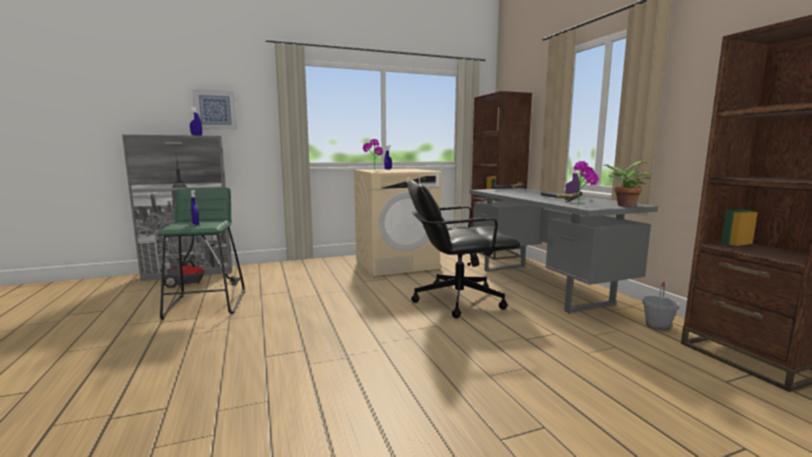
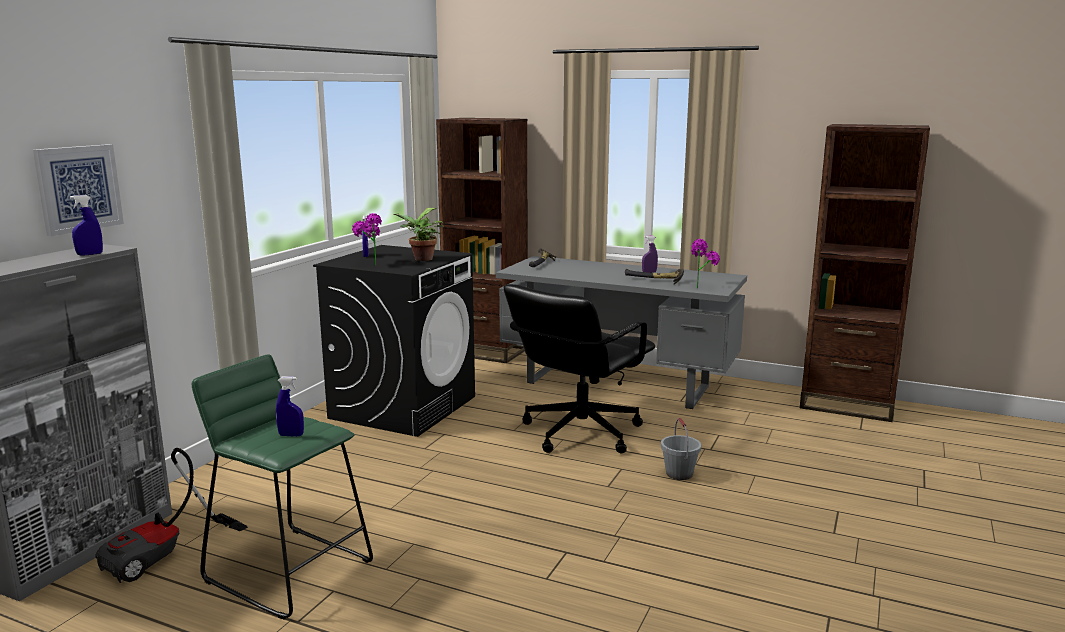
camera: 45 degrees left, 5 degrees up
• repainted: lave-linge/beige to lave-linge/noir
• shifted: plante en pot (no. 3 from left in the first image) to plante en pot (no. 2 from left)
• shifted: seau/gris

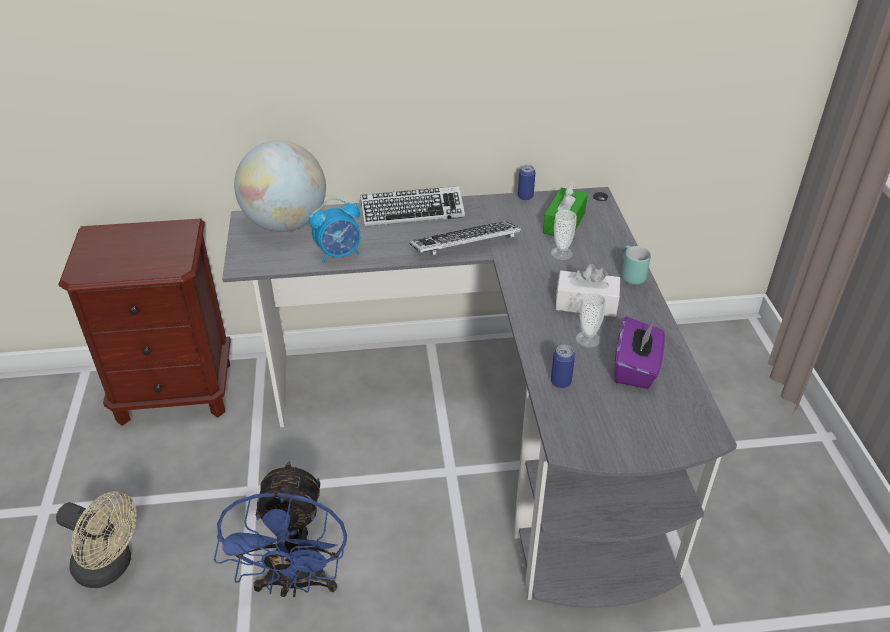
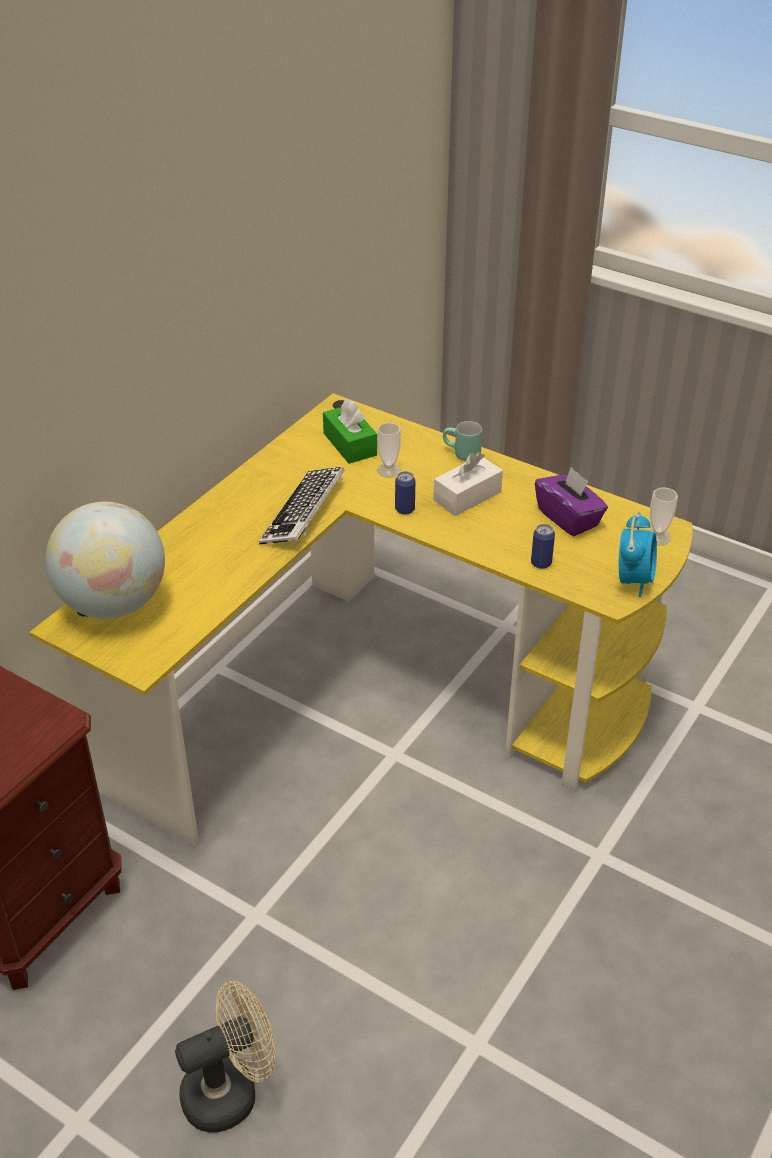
camera: 50 degrees left, 0 degrees up
• gone: ventilateur/bleu
• repainted: bureau/gris to bureau/jaune
• shifted: réveil
• gone: clavier (no. 1 from left)
• shifted: boîte métallique (no. 1 from left)
• shifted: tasse (no. 2 from left)

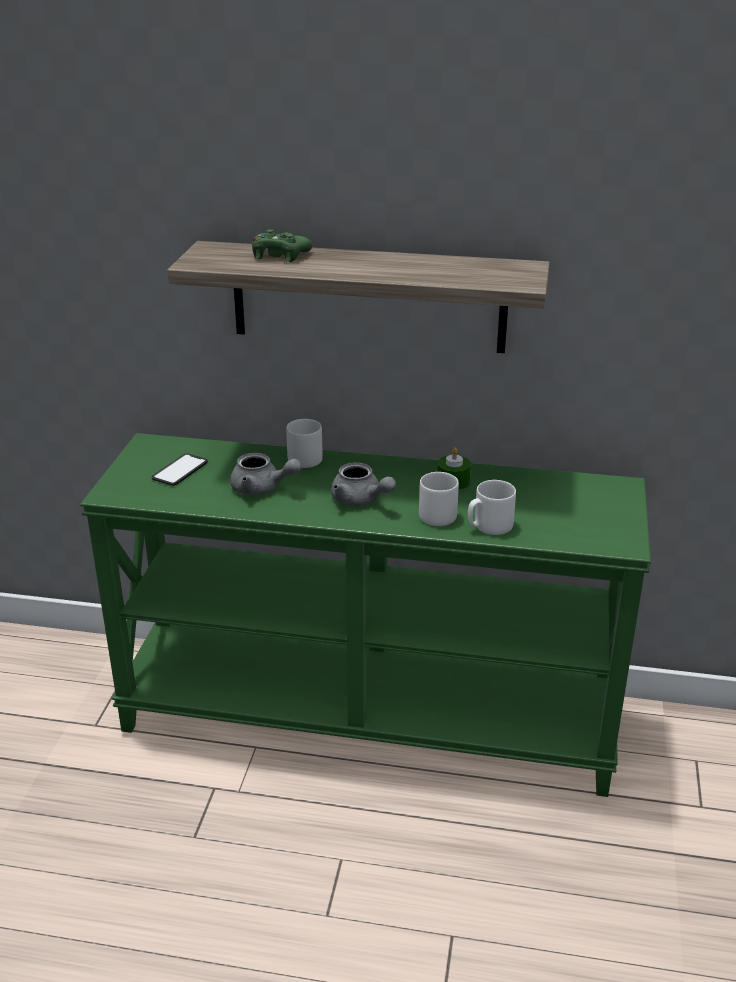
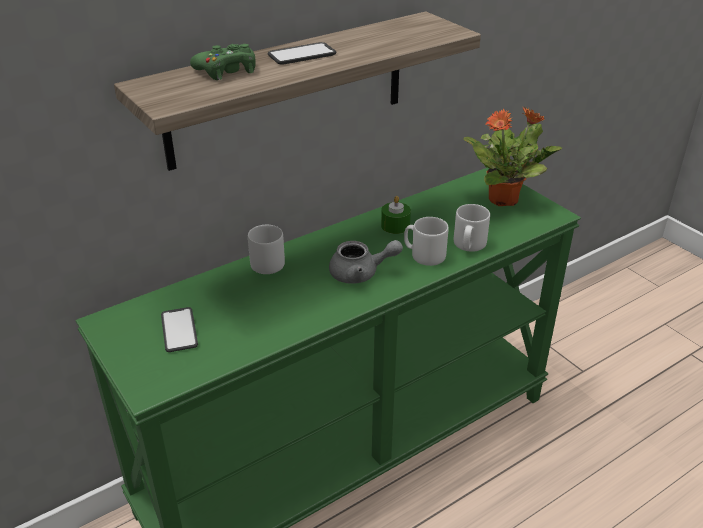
camera: 45 degrees left, 5 degrees up
• gone: théière/gris (no. 1 from left)
• new: téléphone (no. 2 from left)
• new: plante en pot

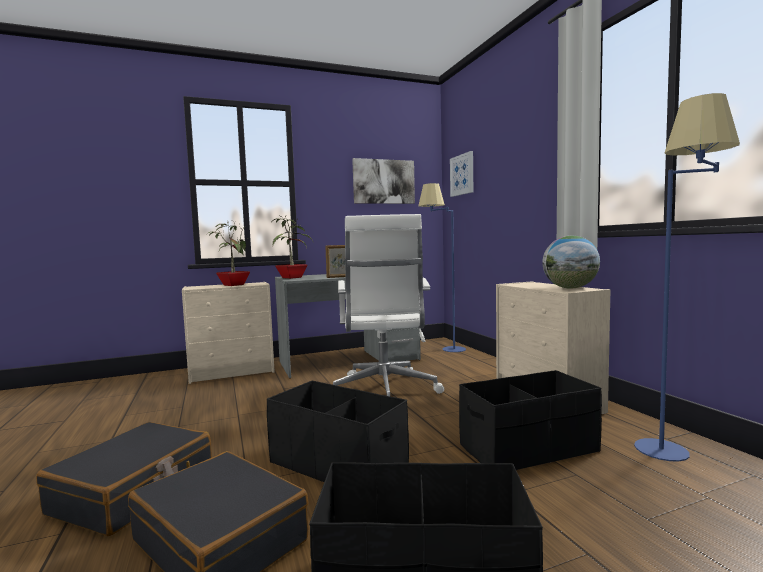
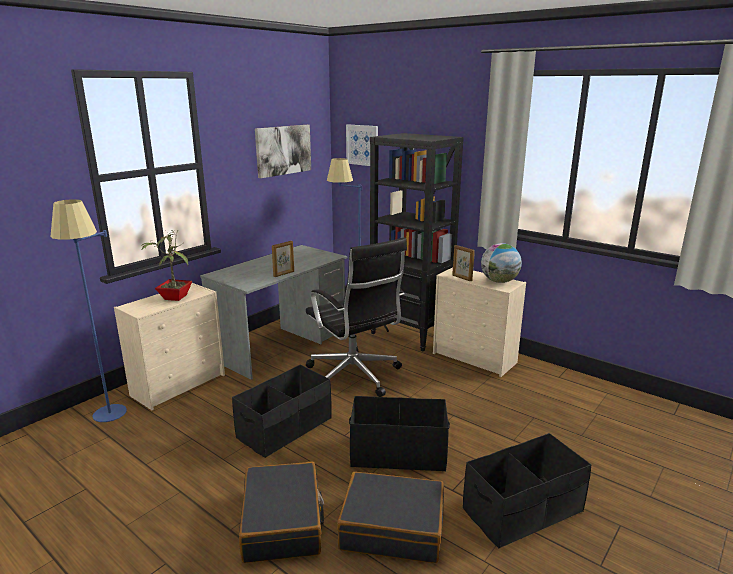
camera: 30 degrees left, 15 degrees up
• gone: plante en pot (no. 2 from left)
• repainted: chaise de bureau/blanc to chaise de bureau/noir
• shifted: boîte de rangement/noir (no. 3 from left in the first image) to boîte de rangement/noir (no. 1 from left)
• shifted: lampadaire/bleu (no. 2 from left in the first image) to lampadaire/bleu (no. 1 from left)
• new: bibliothèque/noir
• new: cadre photo (no. 2 from left)

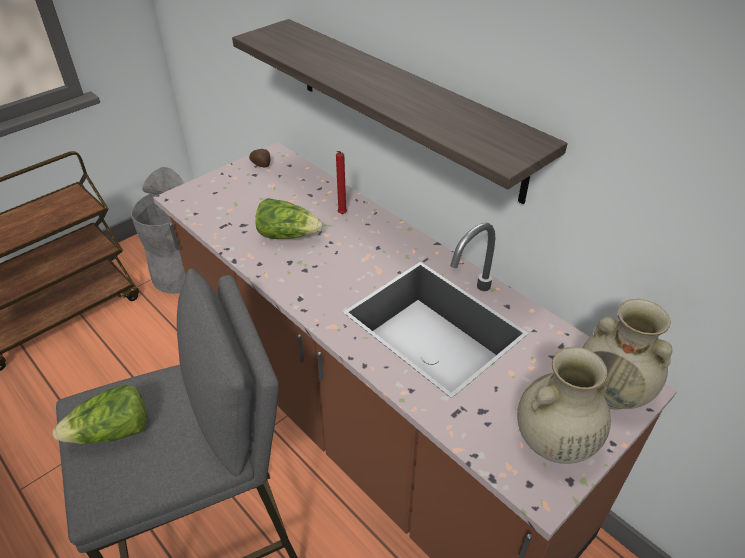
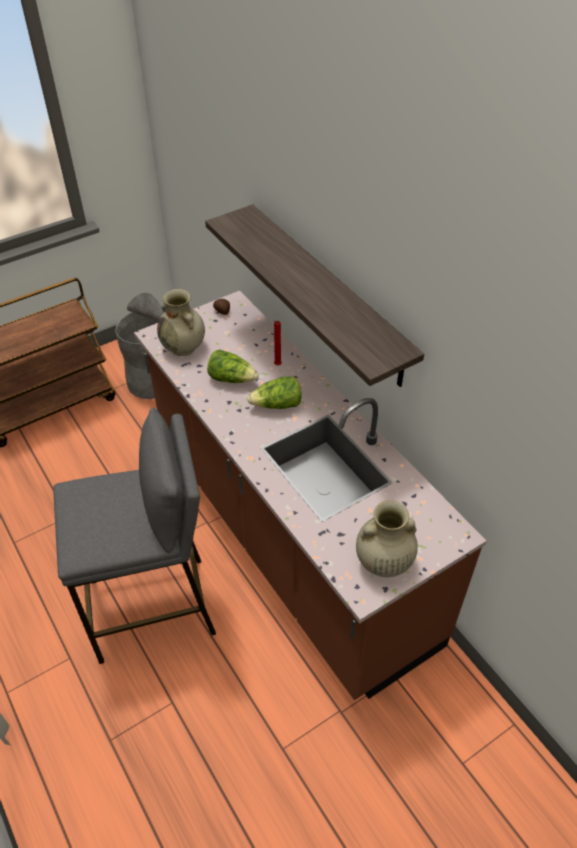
camera: 10 degrees right, 5 degrees up
• shifted: laitue (no. 1 from left in the first image) to laitue (no. 2 from left)
• shifted: vase/beige (no. 2 from left in the first image) to vase/beige (no. 1 from left)

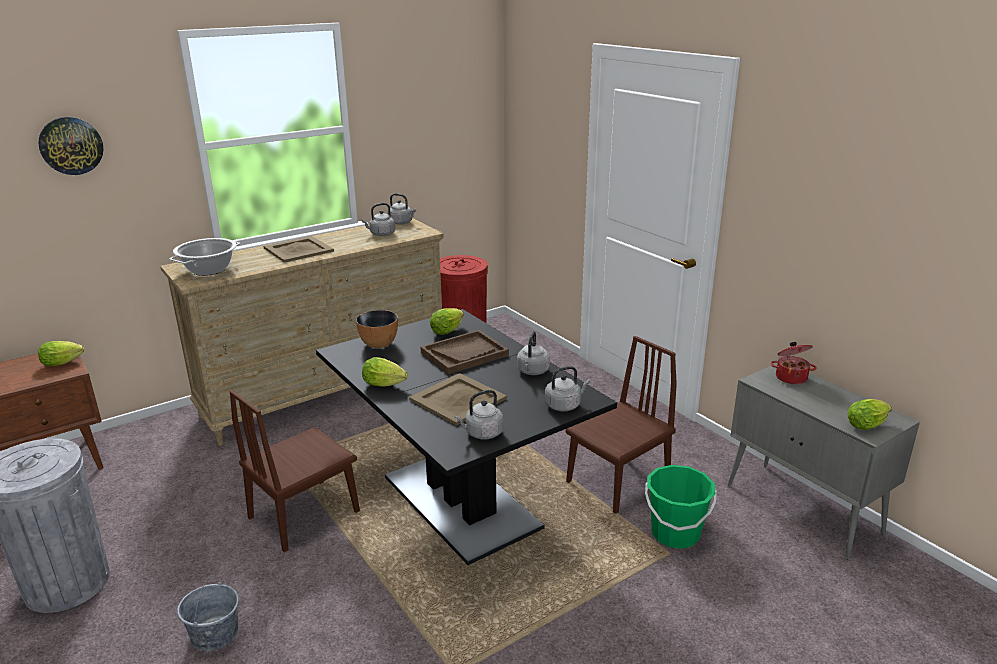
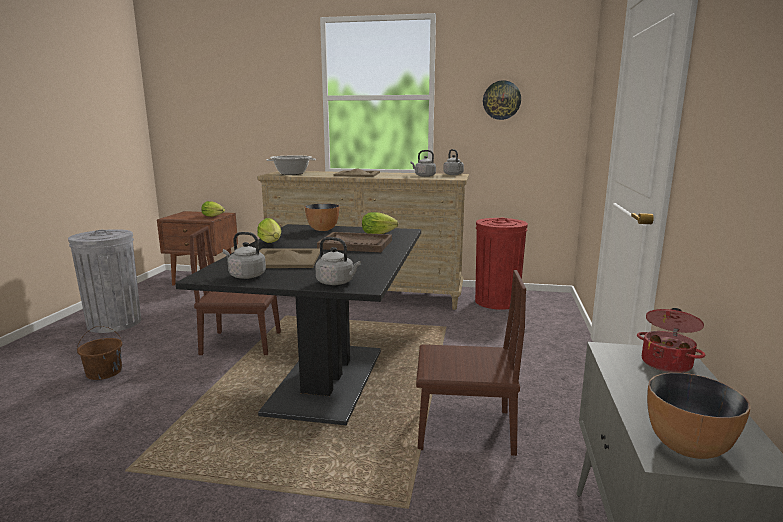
camera: 45 degrees right, 10 degrees down
• shifted: horloge murale
• repainted: seau/gris to seau/marron
• gone: bouilloire/gris (no. 4 from left)
• gone: seau/vert
• swapped: laitue (no. 4 from left) to bol (no. 2 from left)

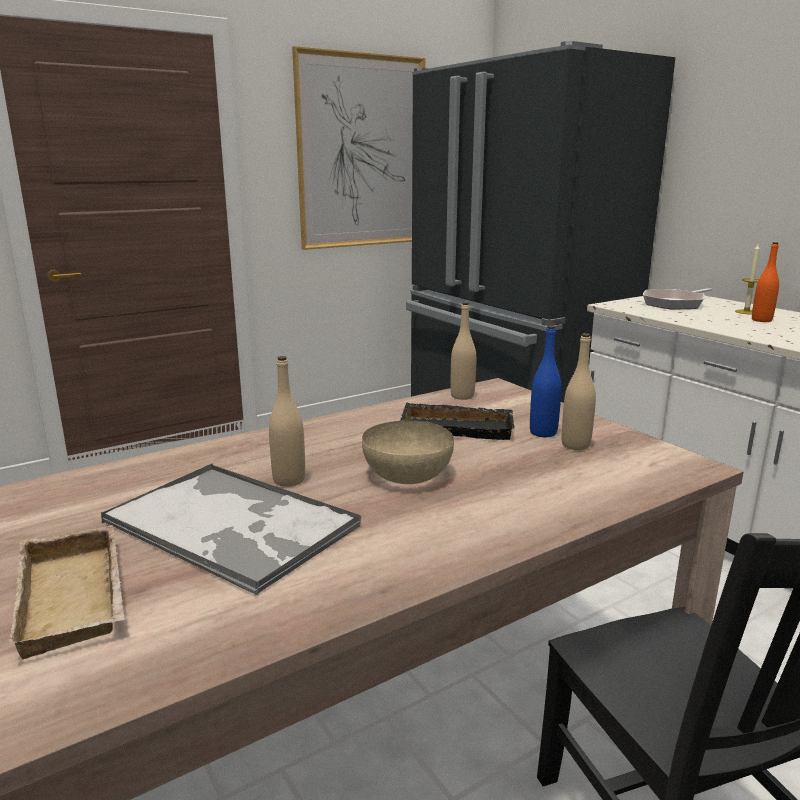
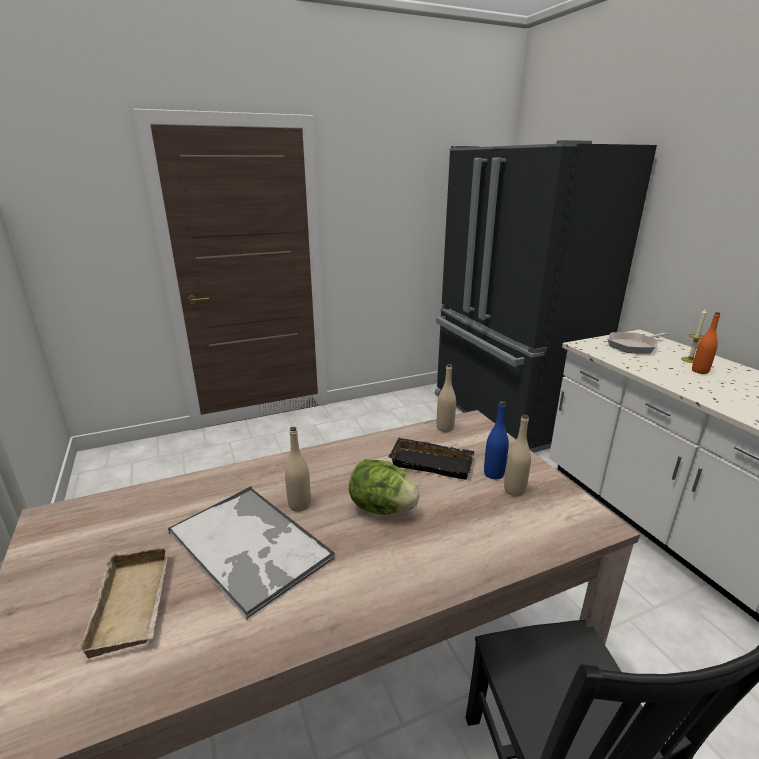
camera: 10 degrees right, 5 degrees up
• gone: tableau
• swapped: bol/beige to laitue

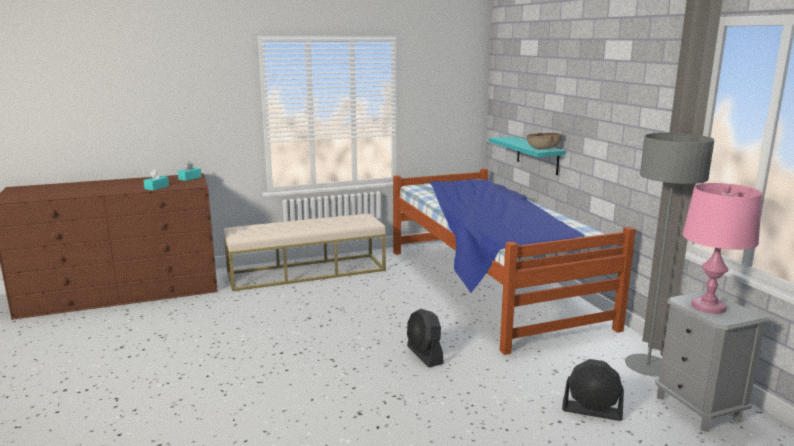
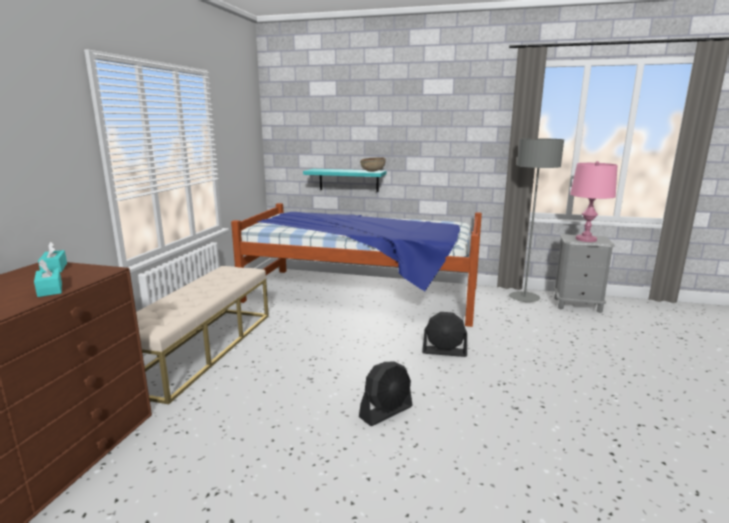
camera: 55 degrees left, 0 degrees up
• shifted: ventilateur/noir (no. 2 from left in the first image) to ventilateur/noir (no. 1 from left)

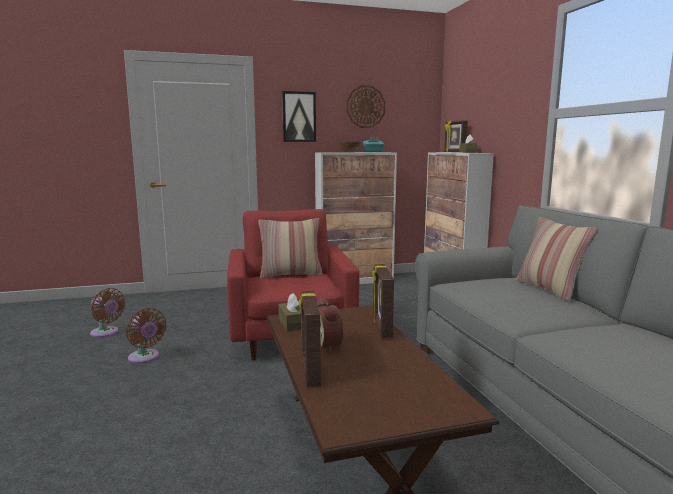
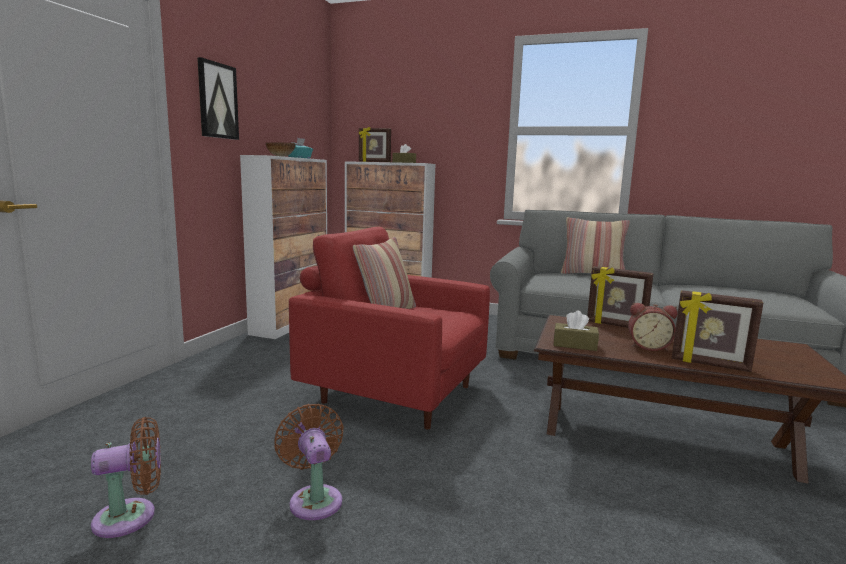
camera: 55 degrees left, 0 degrees up
• rotated: ventilateur/marron (no. 2 from left) 105 degrees counterclockwise
• gone: horloge murale

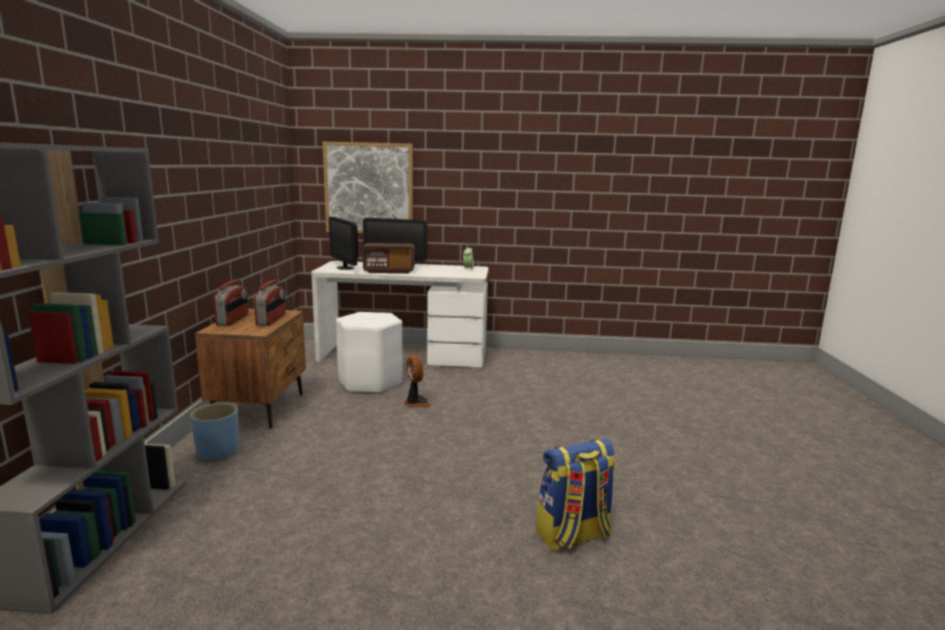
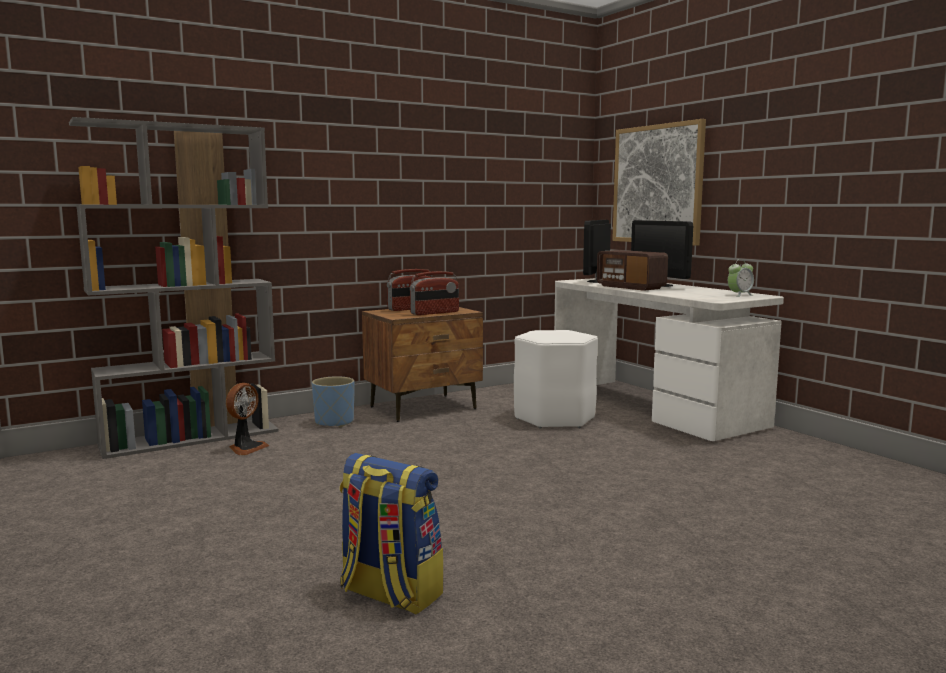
camera: 55 degrees right, 5 degrees down
• shifted: ventilateur

